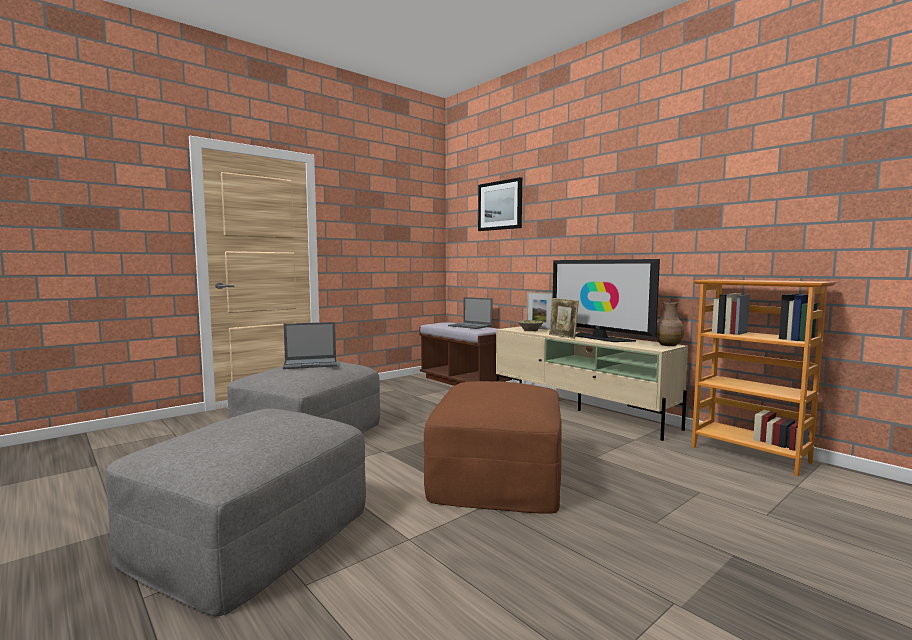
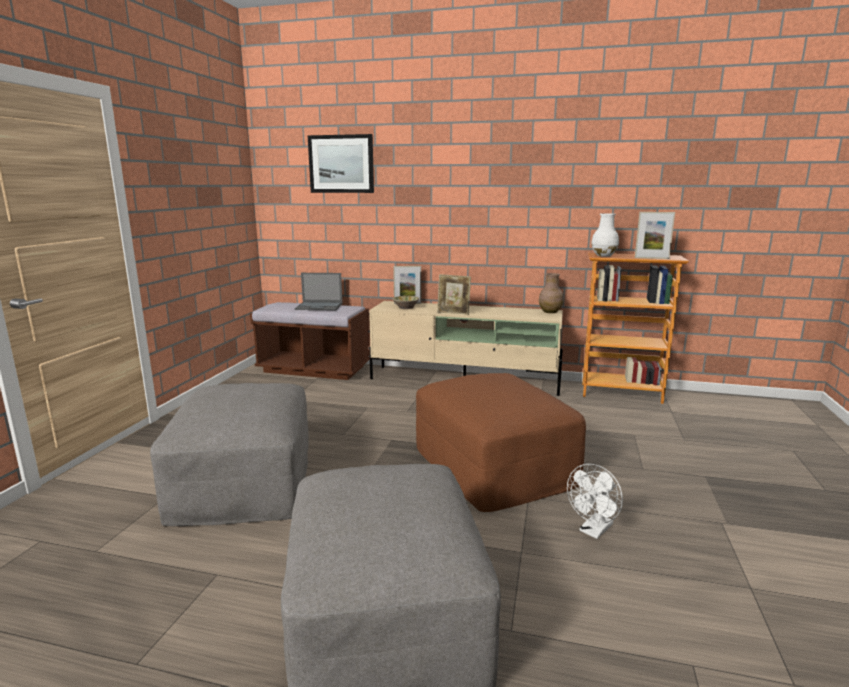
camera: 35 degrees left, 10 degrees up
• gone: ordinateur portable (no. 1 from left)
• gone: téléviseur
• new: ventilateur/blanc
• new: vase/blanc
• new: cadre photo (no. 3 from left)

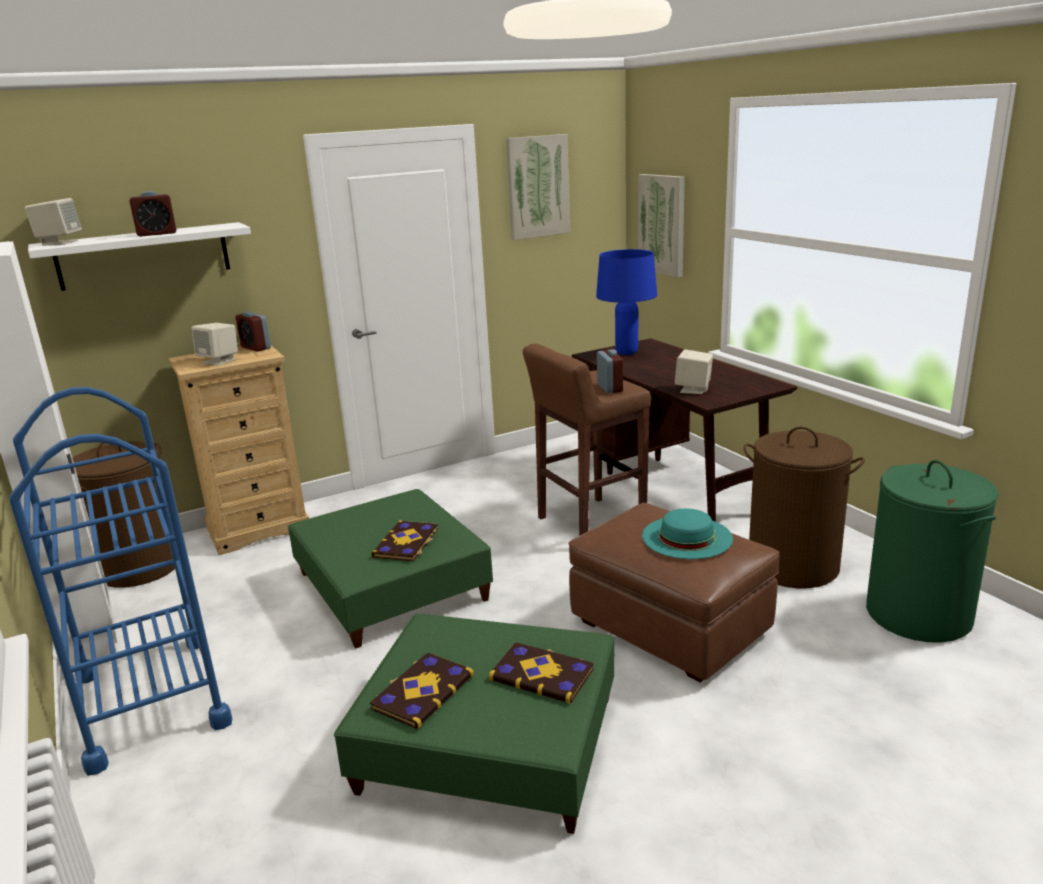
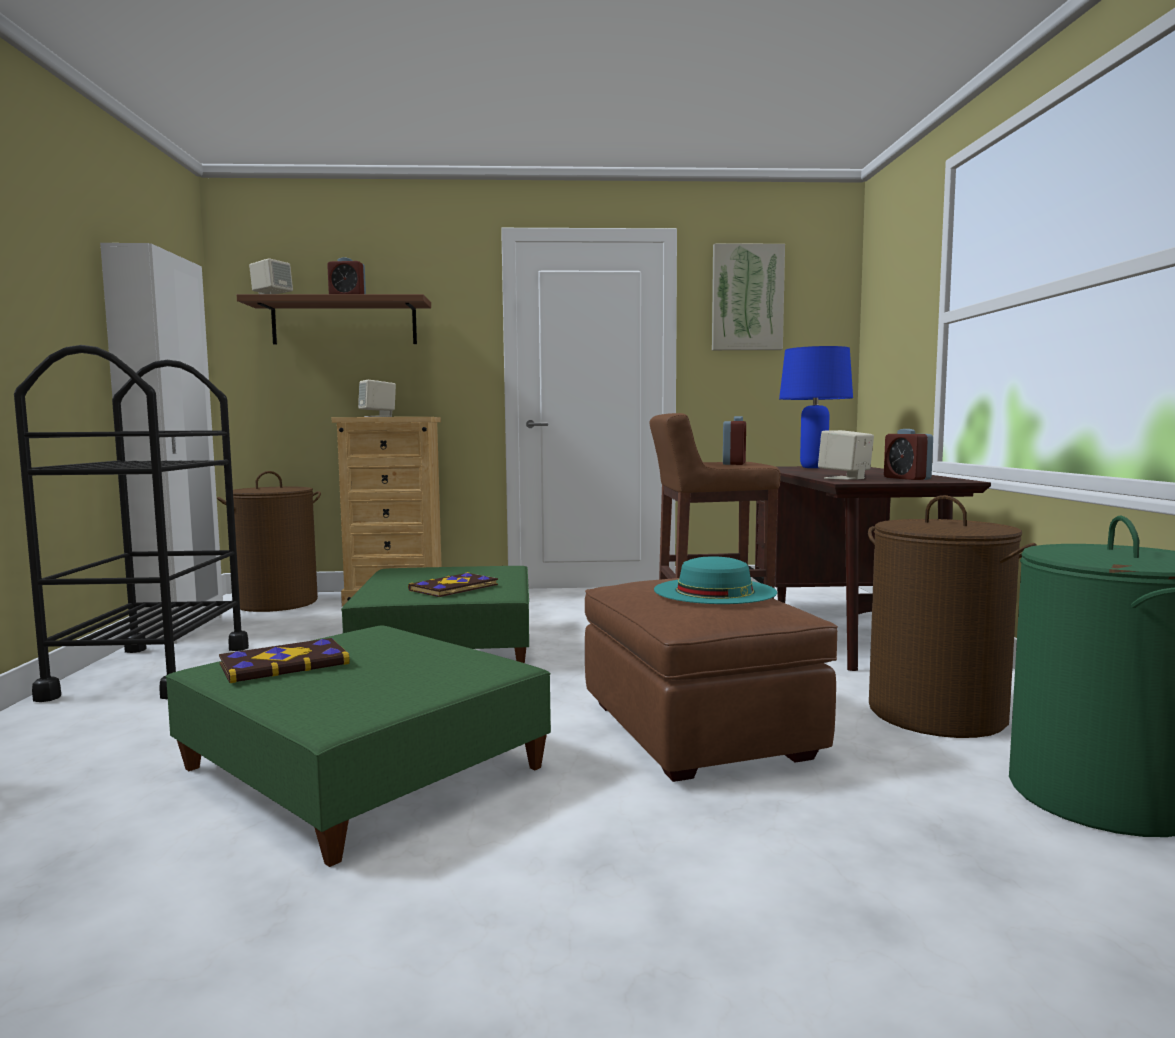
camera: 25 degrees right, 15 degrees down
• repainted: chariot/bleu to chariot/noir
• repainted: étagère/blanc to étagère/marron
• shifted: réveil (no. 2 from left in the first image) to réveil (no. 3 from left)
• gone: livre (no. 3 from left)
• gone: tableau (no. 2 from left)

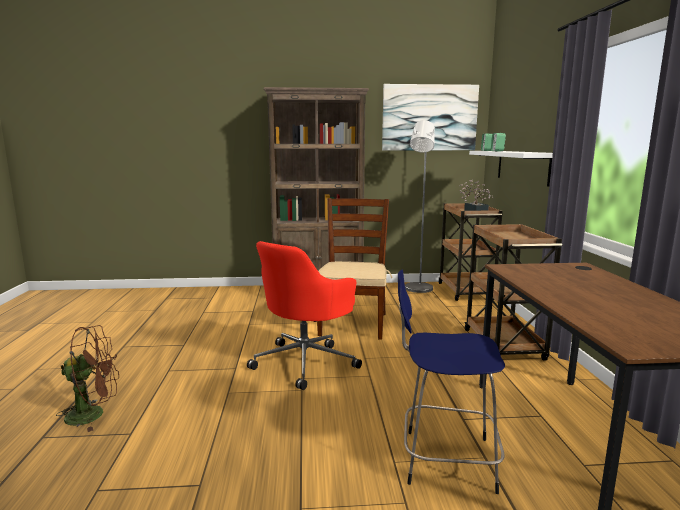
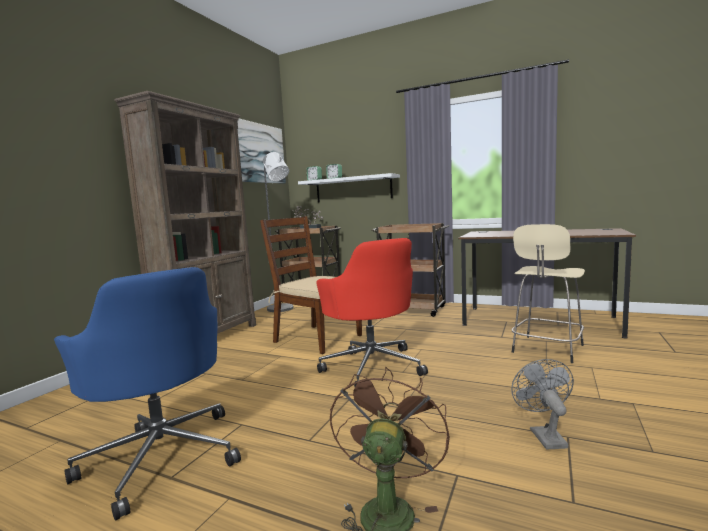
camera: 60 degrees left, 5 degrees down
• repainted: tabouret/bleu to tabouret/beige
• new: chaise de bureau/bleu
• new: ventilateur/gris

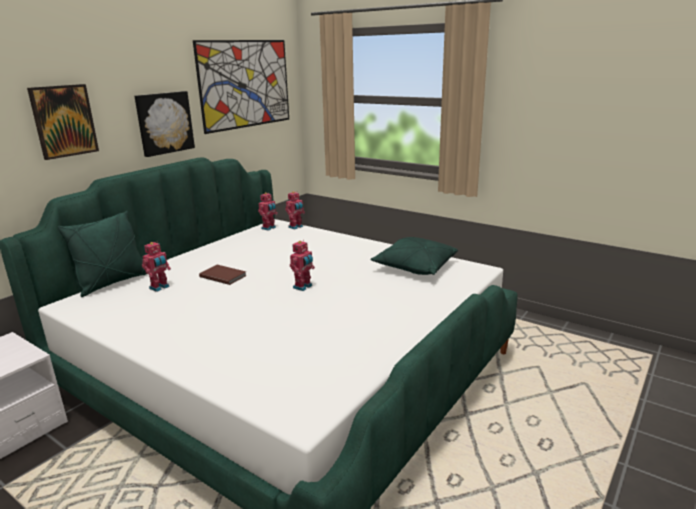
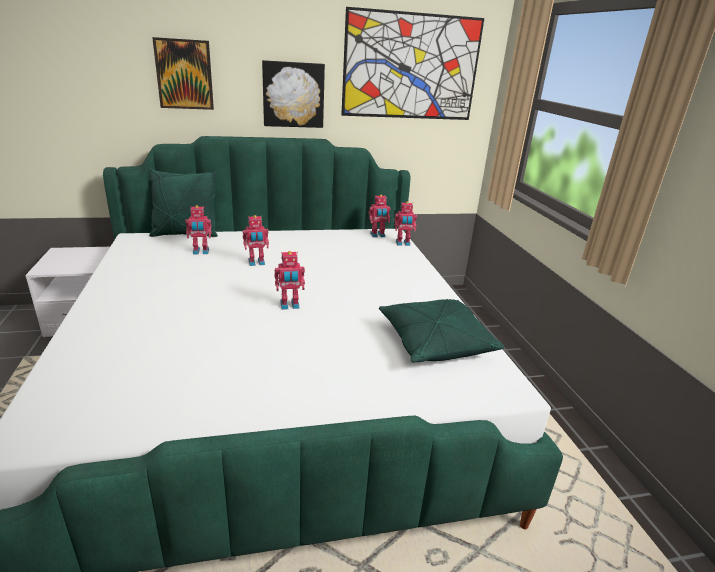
camera: 40 degrees right, 5 degrees up
• swapped: livre/marron to robot jouet (no. 2 from left)

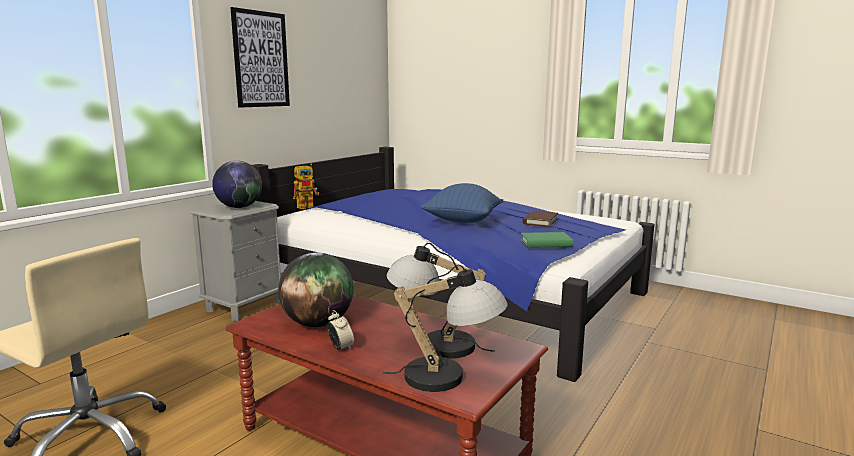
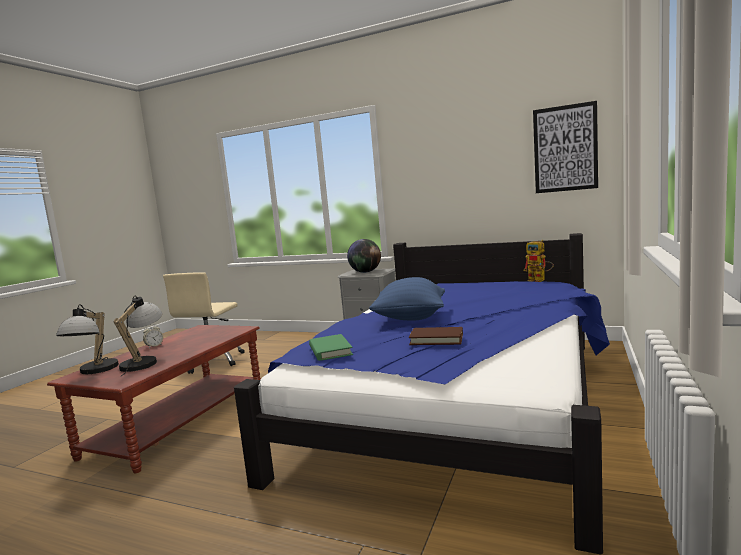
camera: 80 degrees right, 5 degrees down
• shifted: tableau
• gone: globe (no. 2 from left)
• shifted: robot jouet

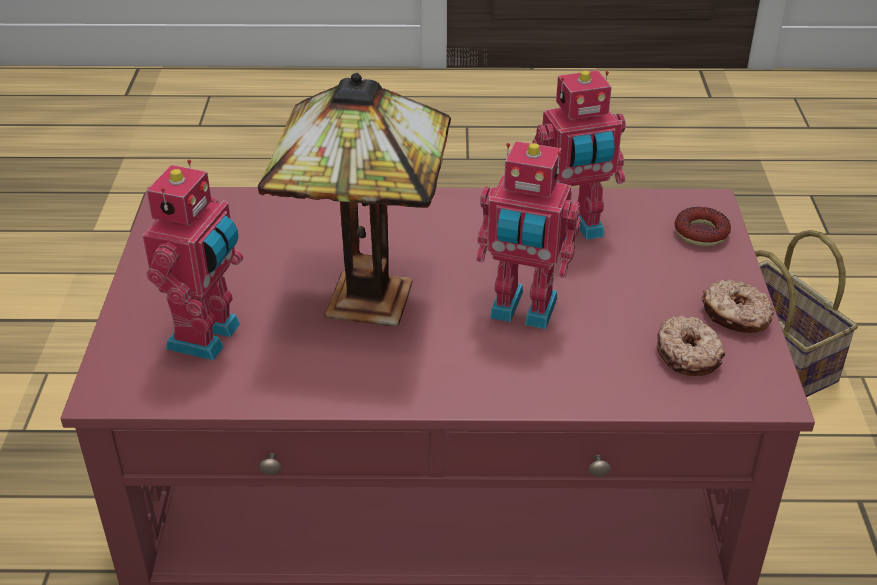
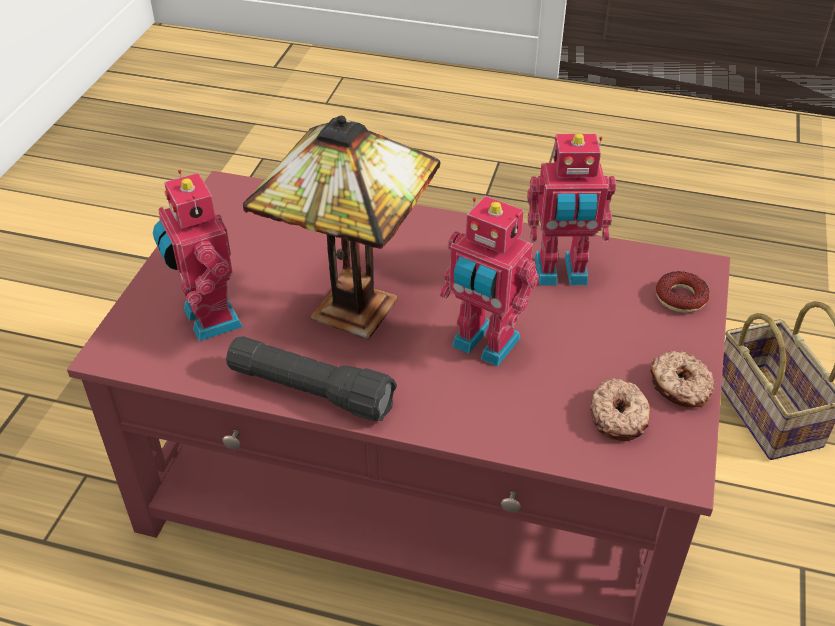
camera: 15 degrees right, 5 degrees up
• rotated: robot jouet (no. 1 from left) 120 degrees clockwise
• new: lampe de poche/noir

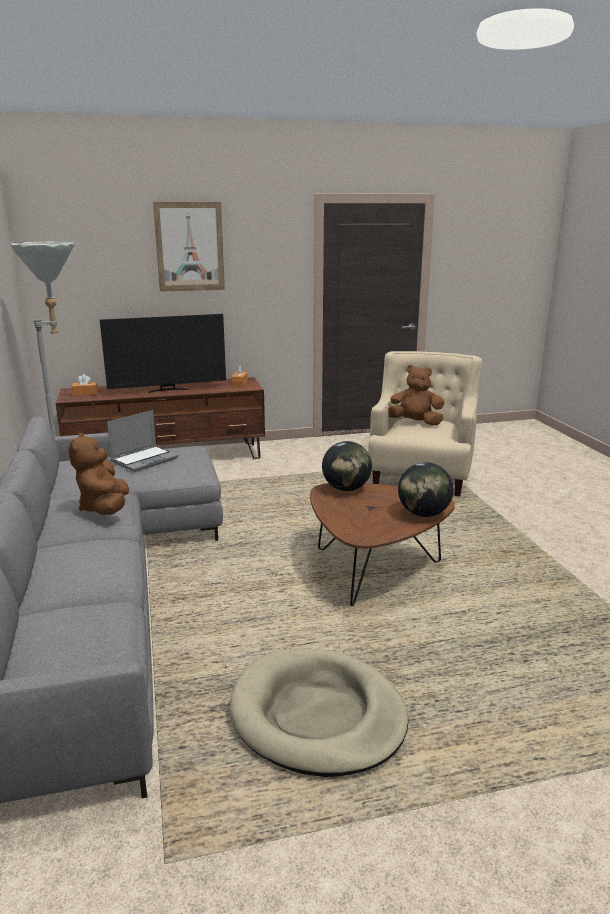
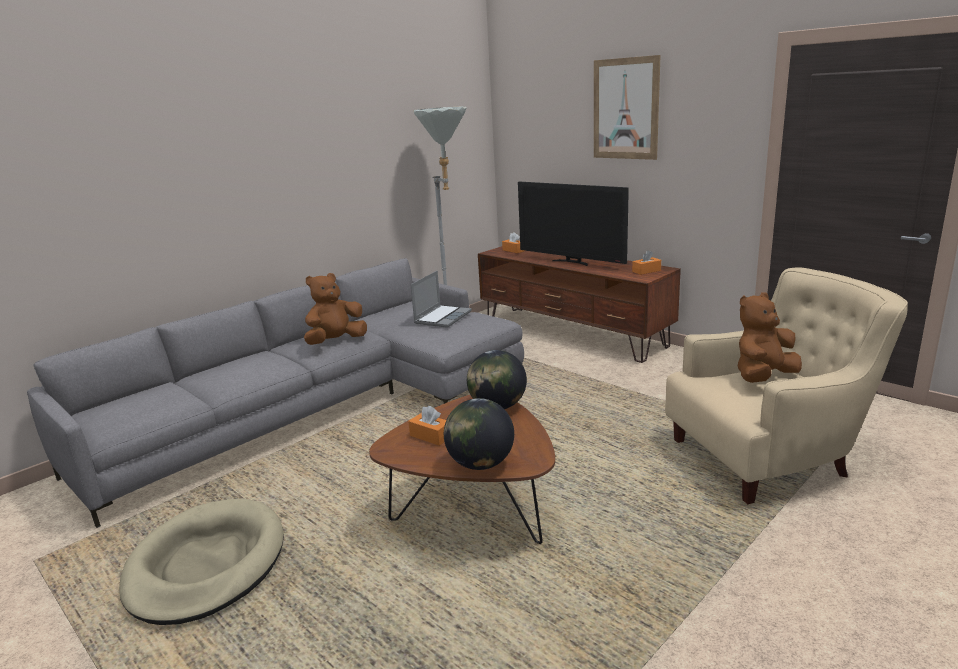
camera: 60 degrees right, 0 degrees up
• rotated: ordinateur portable 75 degrees counterclockwise
• rotated: peluche/marron (no. 2 from left) 105 degrees counterclockwise
• new: boîte à mouchoirs/orange (no. 1 from left)

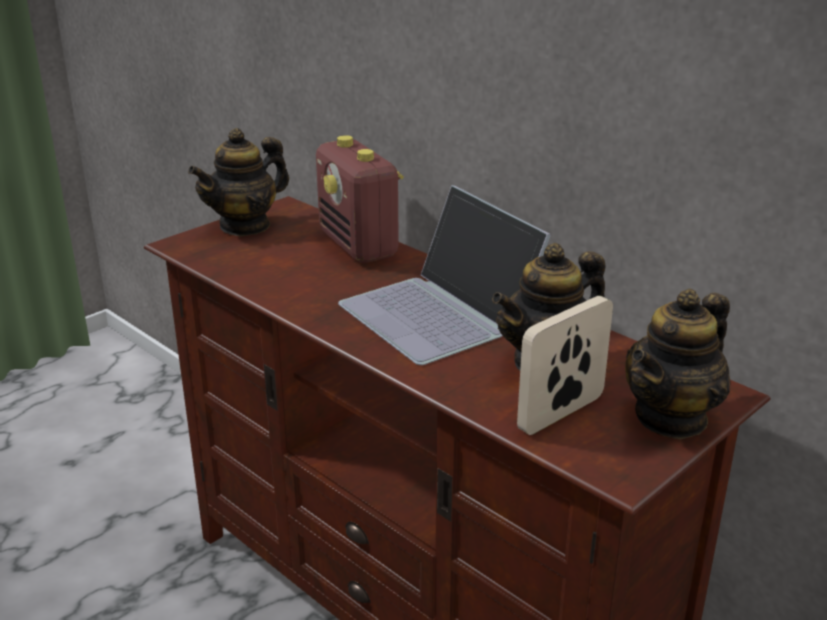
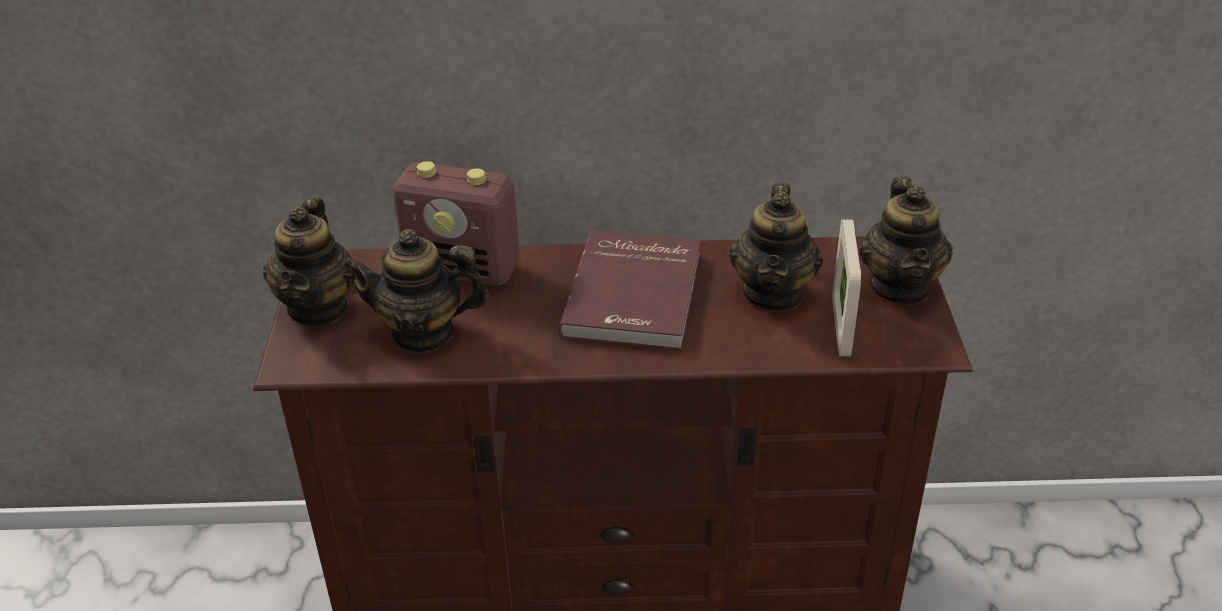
camera: 45 degrees left, 10 degrees up
• swapped: ordinateur portable to livre/rouge
• new: théière (no. 2 from left)

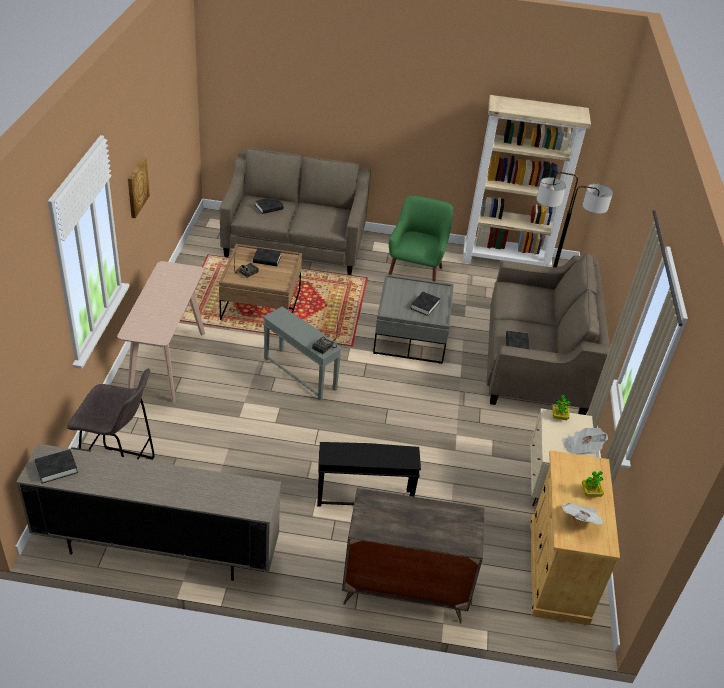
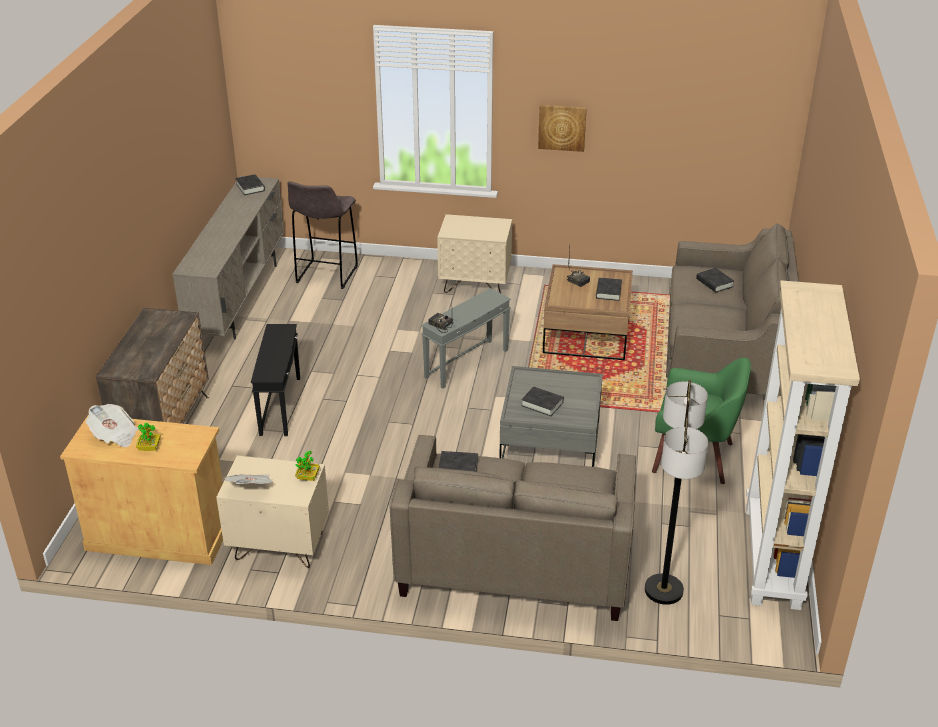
camera: 95 degrees right, 5 degrees down
• swapped: table console/beige to table de chevet/beige (no. 2 from left)

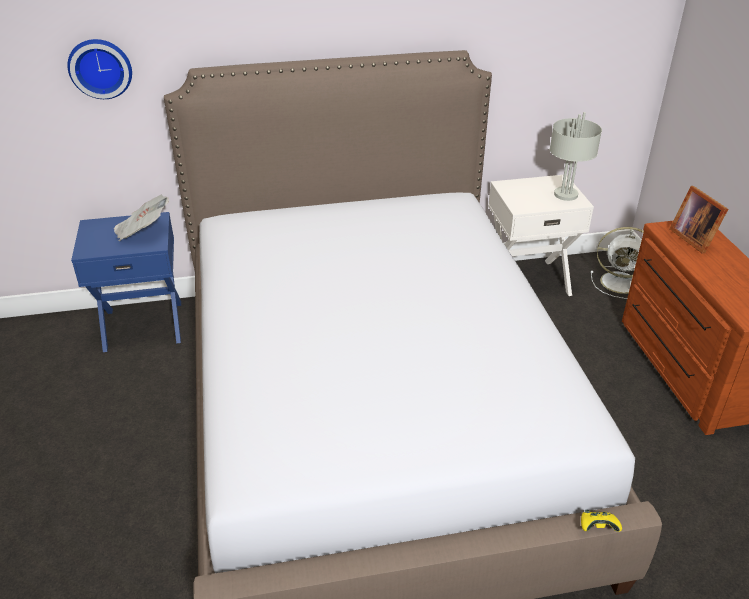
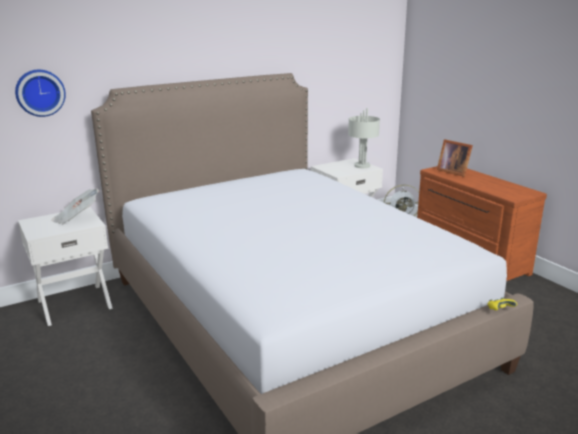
camera: 20 degrees left, 15 degrees down
• repainted: table de chevet/bleu to table de chevet/blanc (no. 1 from left)

